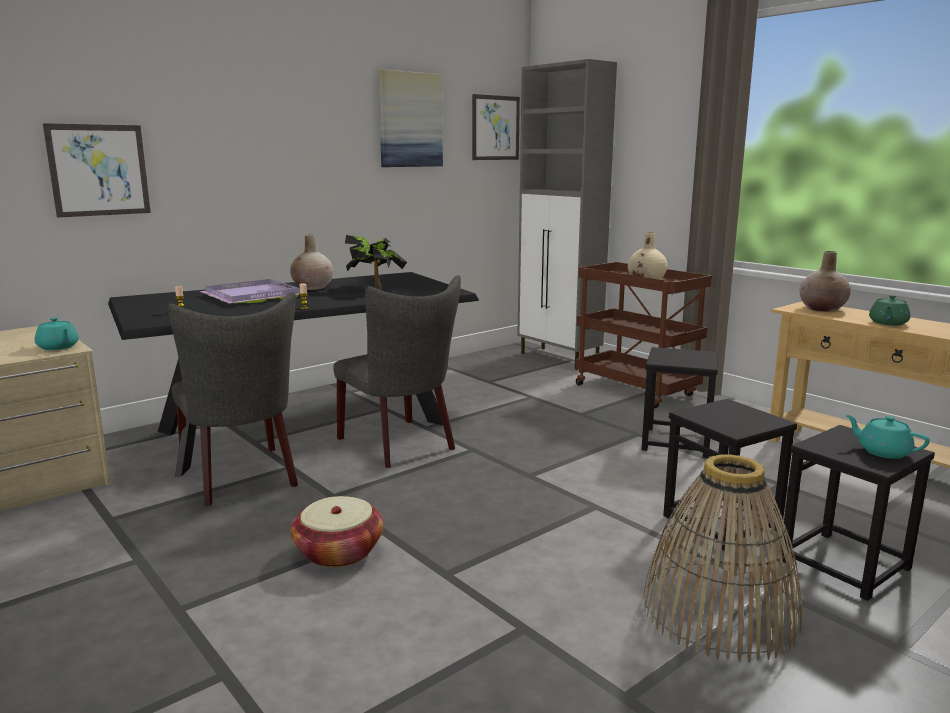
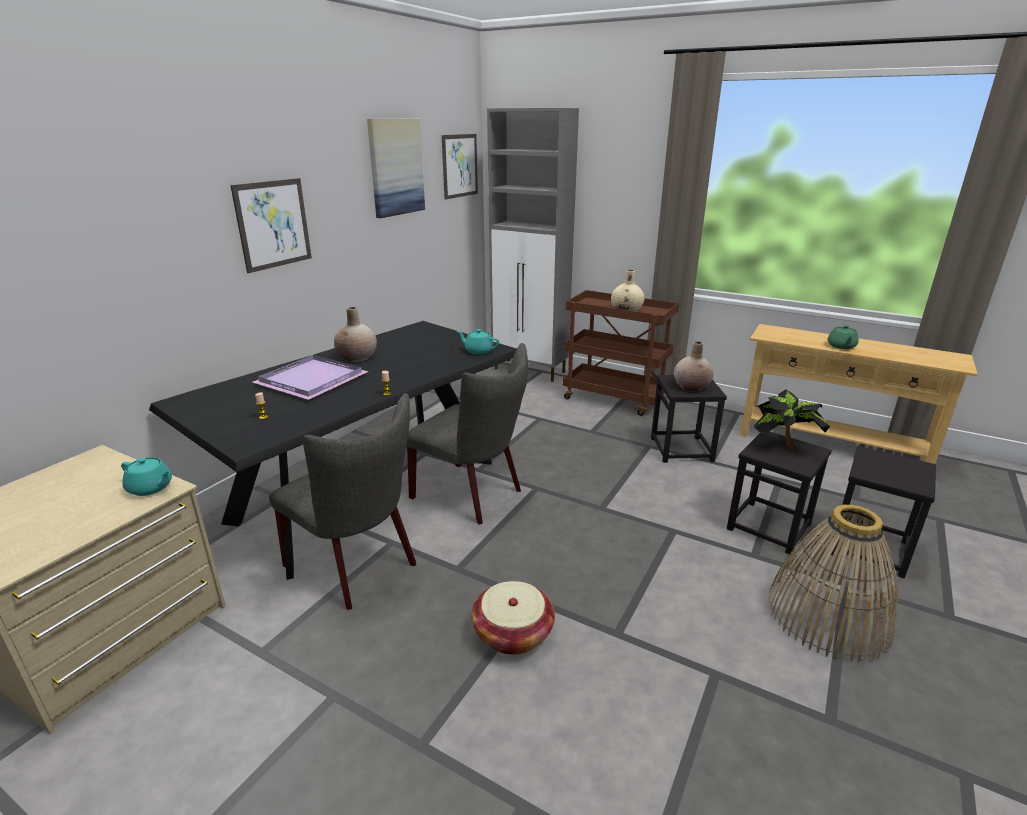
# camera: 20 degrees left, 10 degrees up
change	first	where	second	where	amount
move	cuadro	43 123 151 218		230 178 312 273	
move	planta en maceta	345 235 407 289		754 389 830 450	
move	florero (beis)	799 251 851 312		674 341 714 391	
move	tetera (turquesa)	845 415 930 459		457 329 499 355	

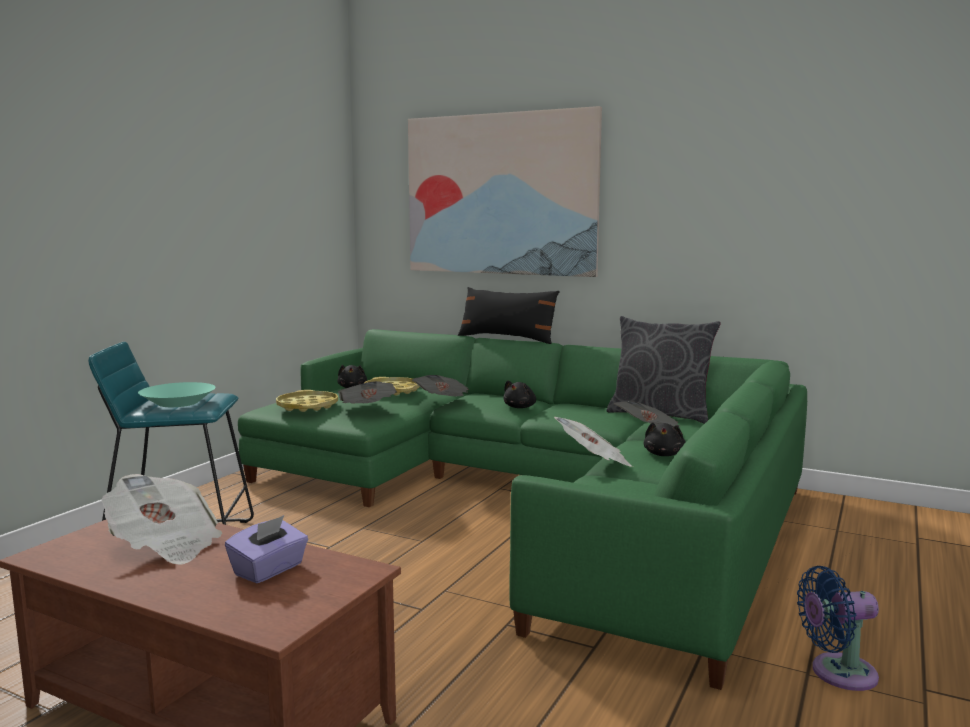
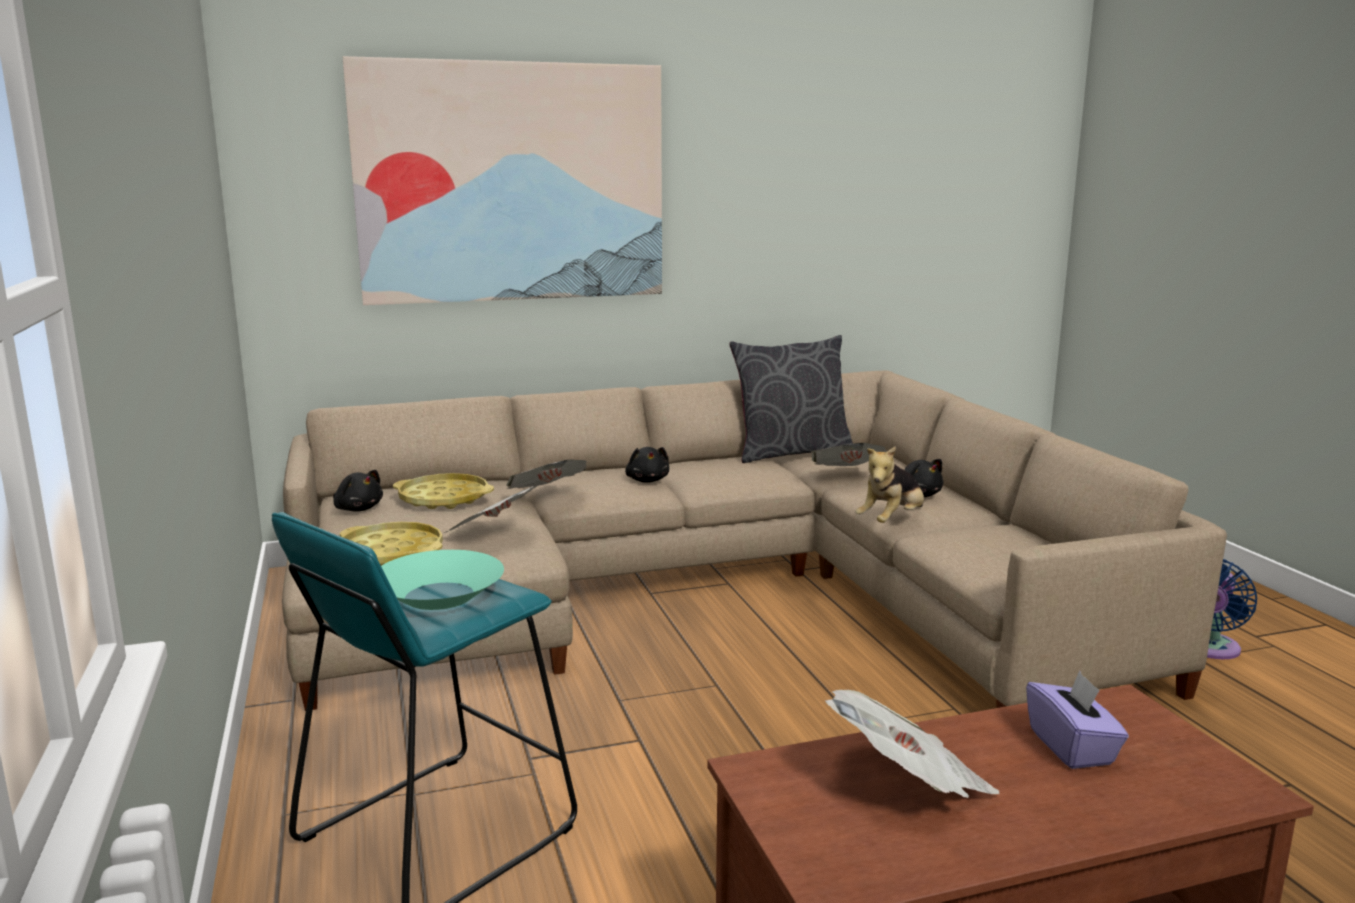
# camera: 45 degrees left, 5 degrees up
change	first	where	second	where	amount
delete	cojín (negro)	458 287 560 344			
replace	periódico	554 417 633 467	peluche	855 446 924 523	
recolor	sofá (verde)	238 329 807 690	sofá (beis)	282 370 1227 711	

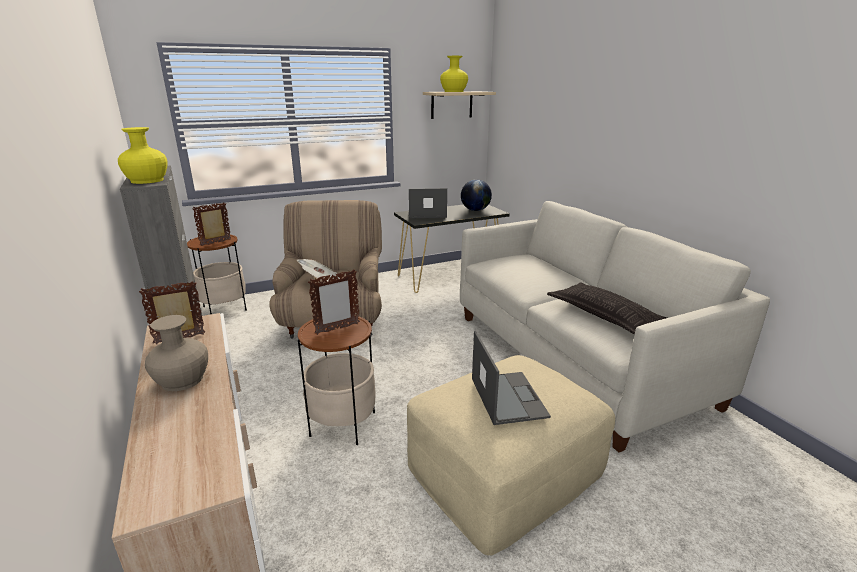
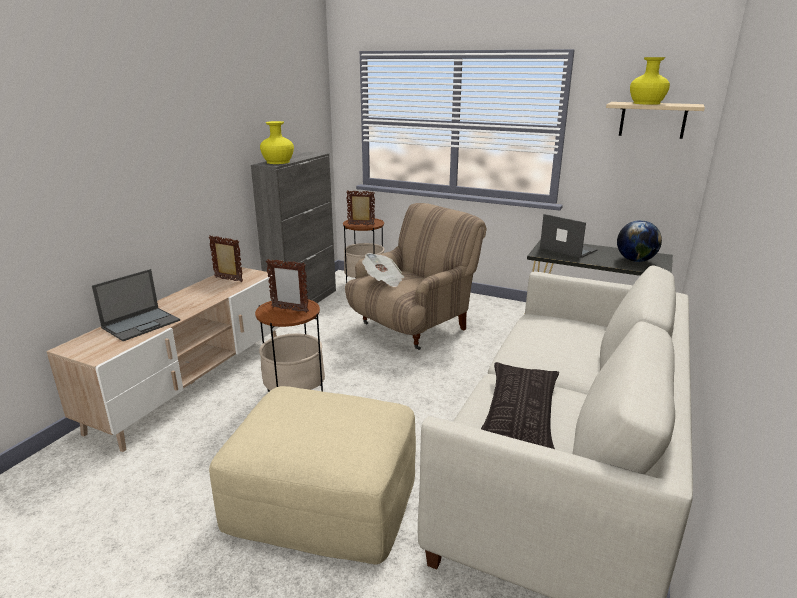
# camera: 50 degrees right, 0 degrees up
change	first	where	second	where	amount
delete	florero (beis)	145 315 208 391			
move	portátil	472 331 551 425		92 269 180 341	

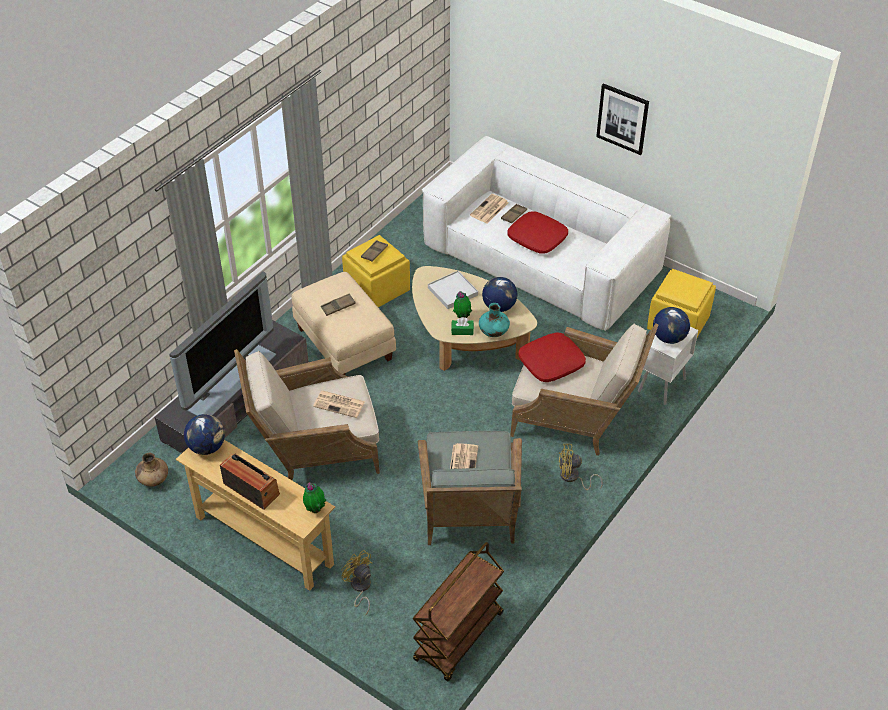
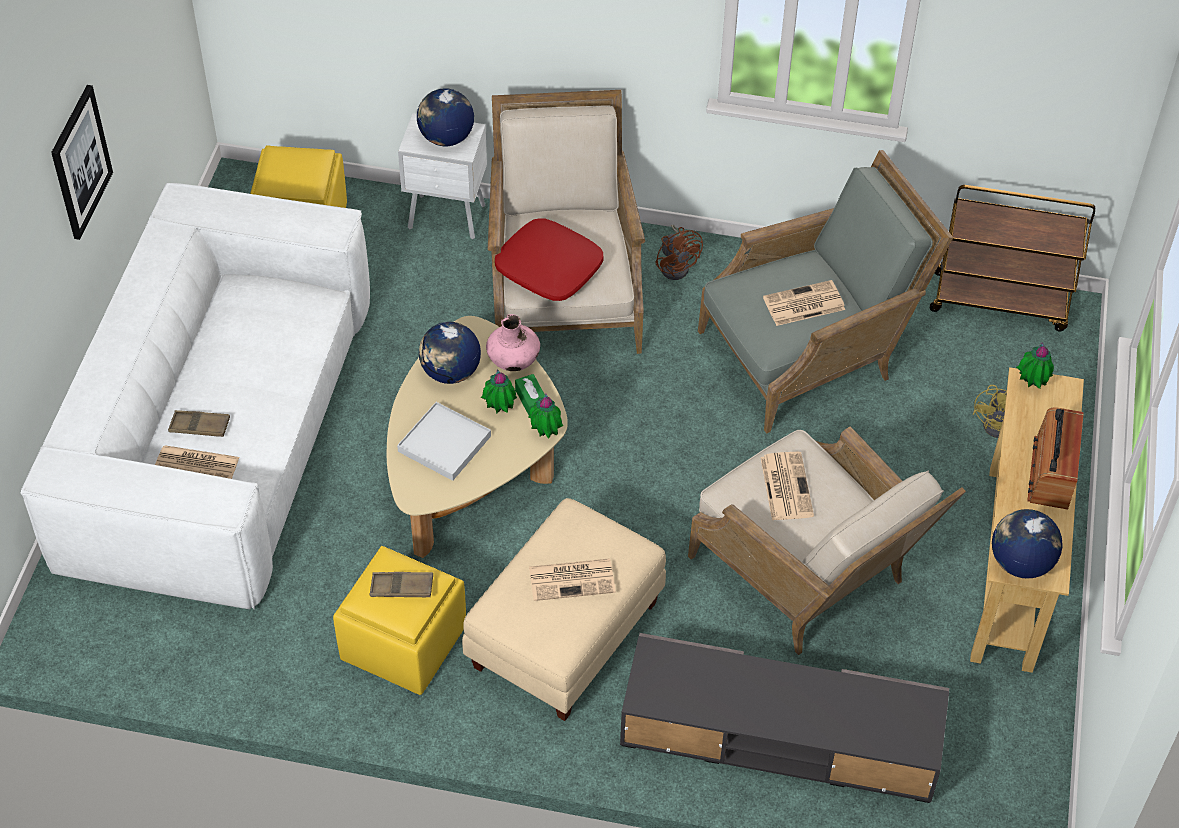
# camera: 115 degrees left, 5 degrees up
change	first	where	second	where	amount
delete	florero (marrón)	135 453 168 487			
delete	televisor	169 271 276 416			
delete	cojín (rojo)	508 211 568 254			
insert			planta en maceta	528 393 563 438	
replace	bandeja (marrón)	321 293 356 316	periódico	529 558 616 601	
recolor	florero (turquesa)	479 303 510 337	florero (rosa)	486 314 540 371	
recolor	ventilador (amarillo)	559 444 603 490	ventilador (marrón)	656 224 703 280	

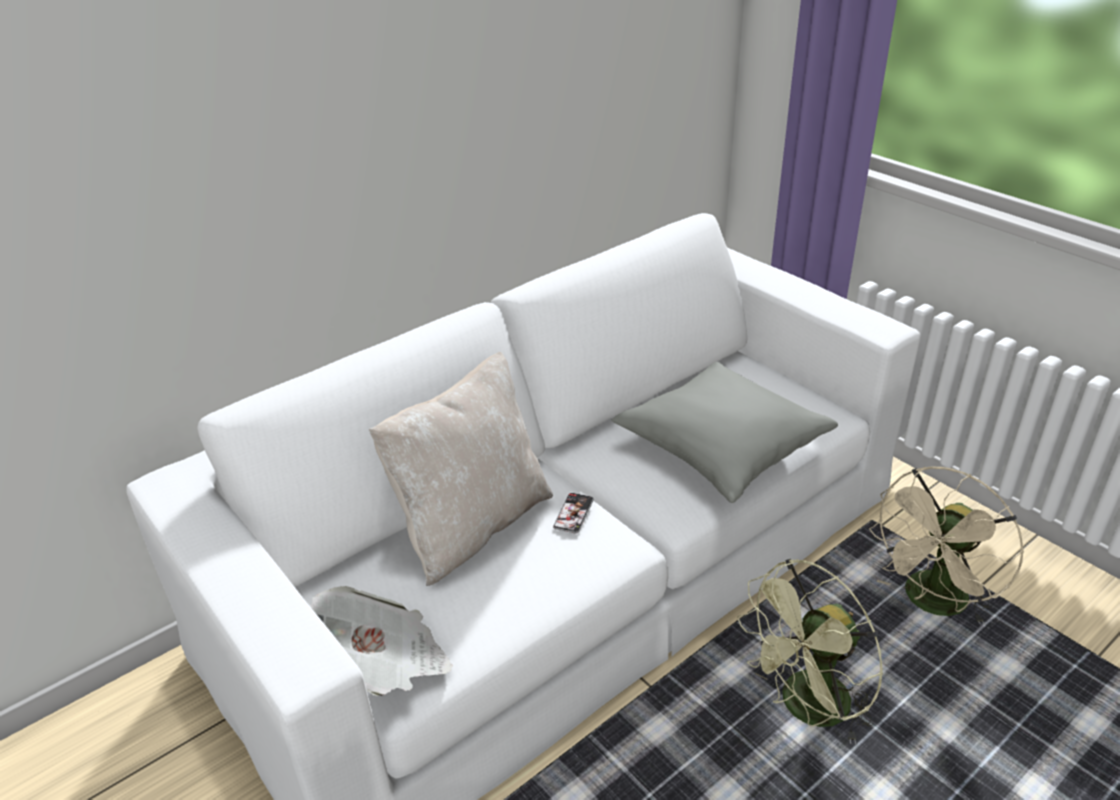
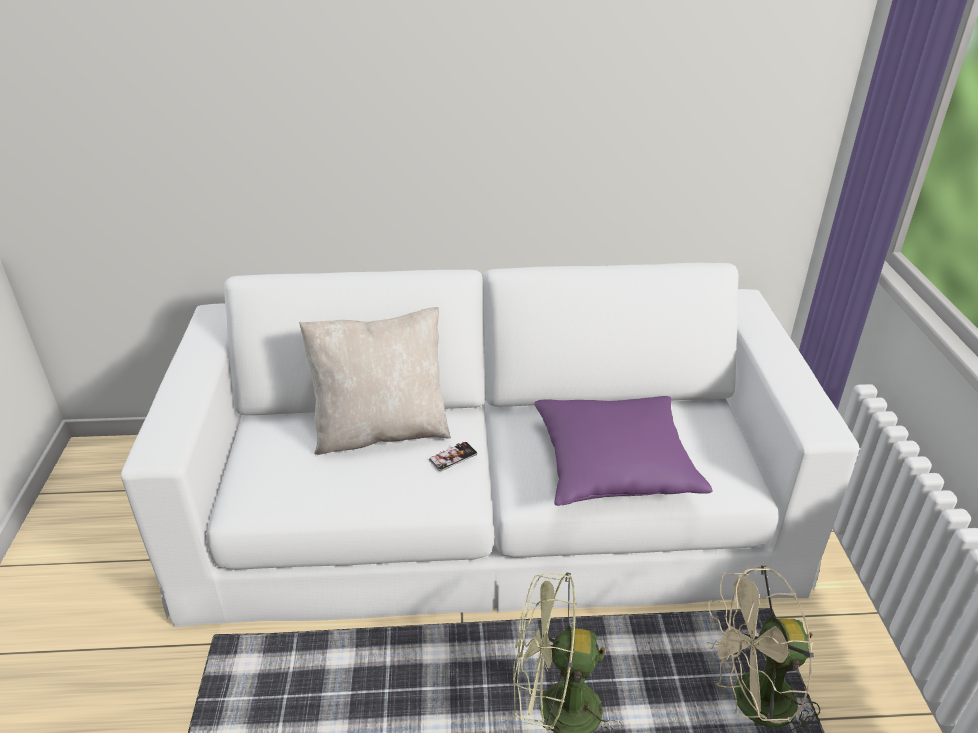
# camera: 35 degrees right, 0 degrees up
change	first	where	second	where	amount
delete	periódico	310 586 453 696			
recolor	cojín (gris)	612 362 838 503	cojín (morado)	534 396 713 506	

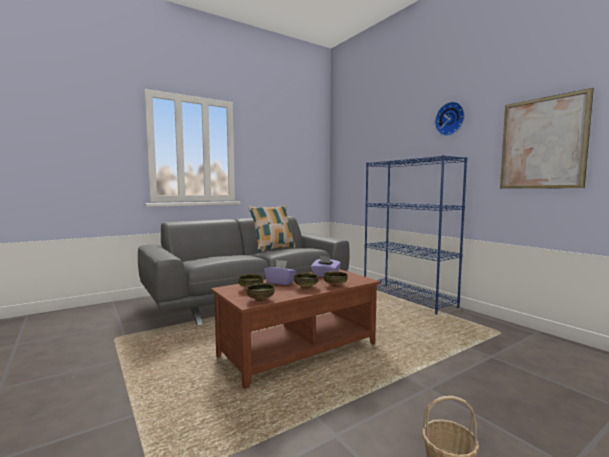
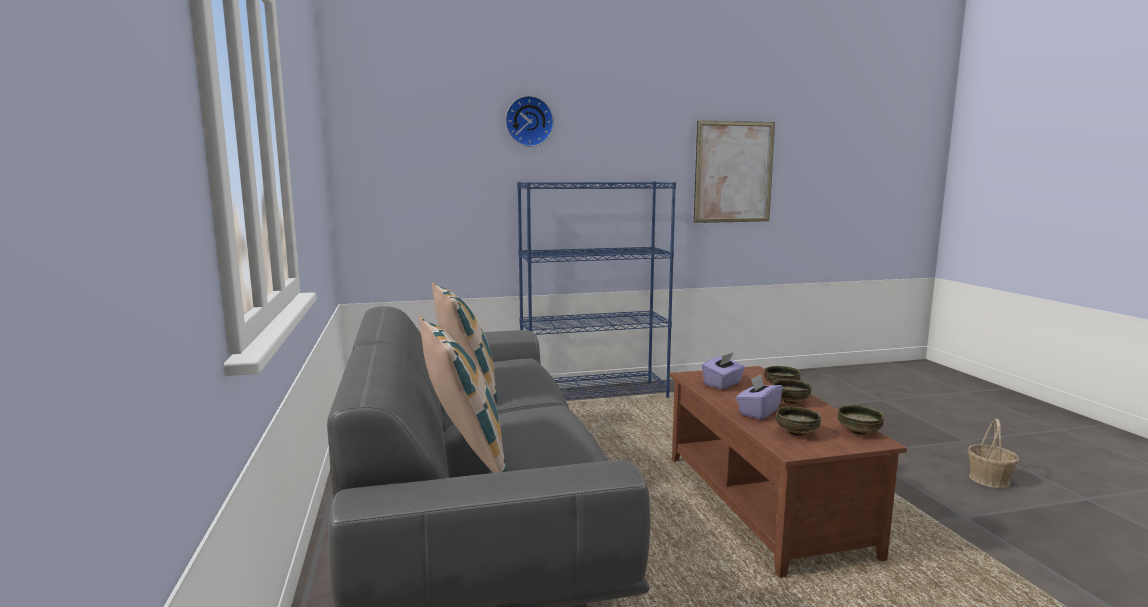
# camera: 70 degrees left, 5 degrees up
change	first	where	second	where	amount
insert			cojín	419 317 506 473	
move	reloj de pared	435 102 465 136		505 96 554 147	

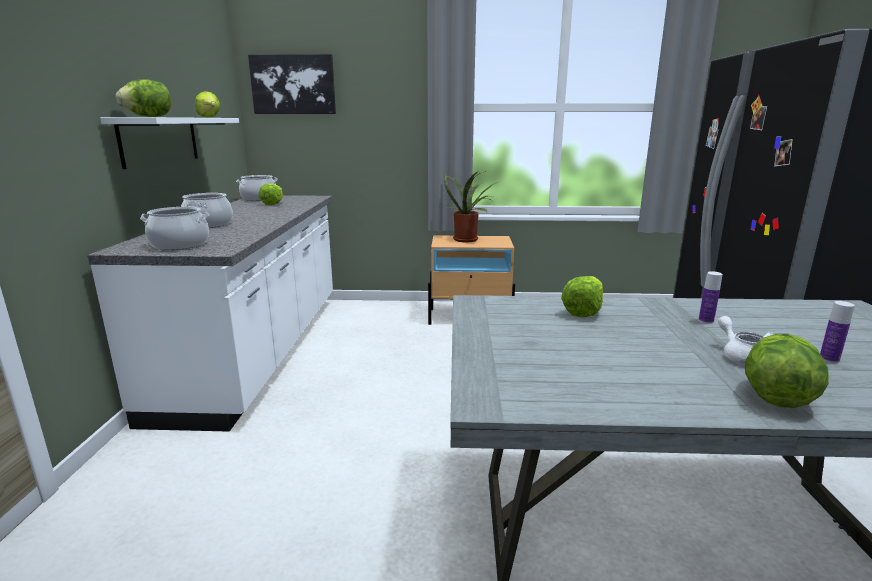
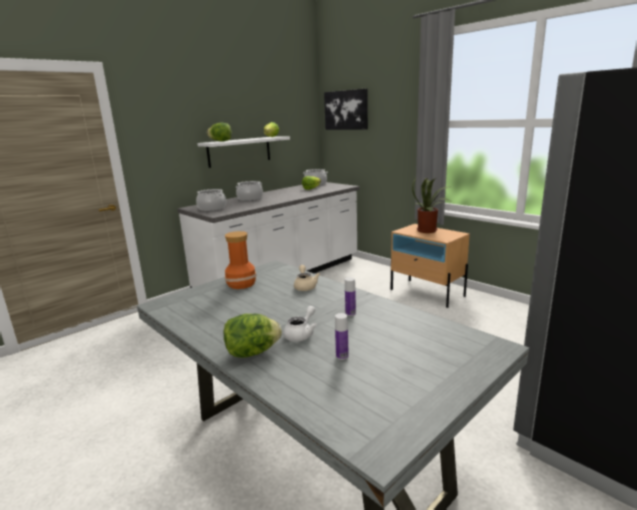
# camera: 45 degrees right, 0 degrees up
change	first	where	second	where	amount
insert			florero	225 231 257 289	
replace	lechuga	561 276 603 317	tetera (beis)	294 265 320 291	

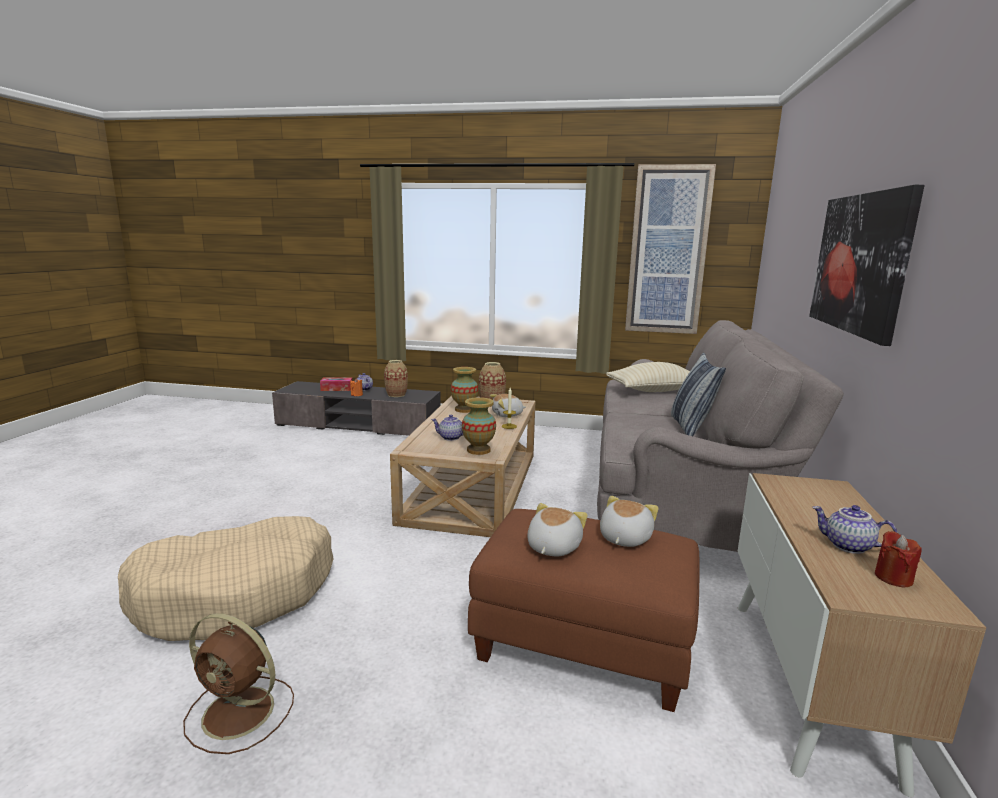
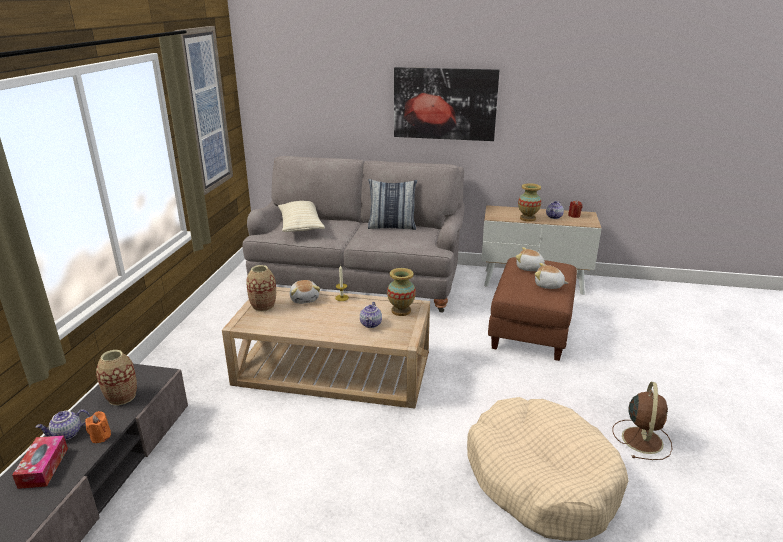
# camera: 90 degrees left, 10 degrees up
change	first	where	second	where	amount
move	florero	451 367 479 413		518 183 541 222	

